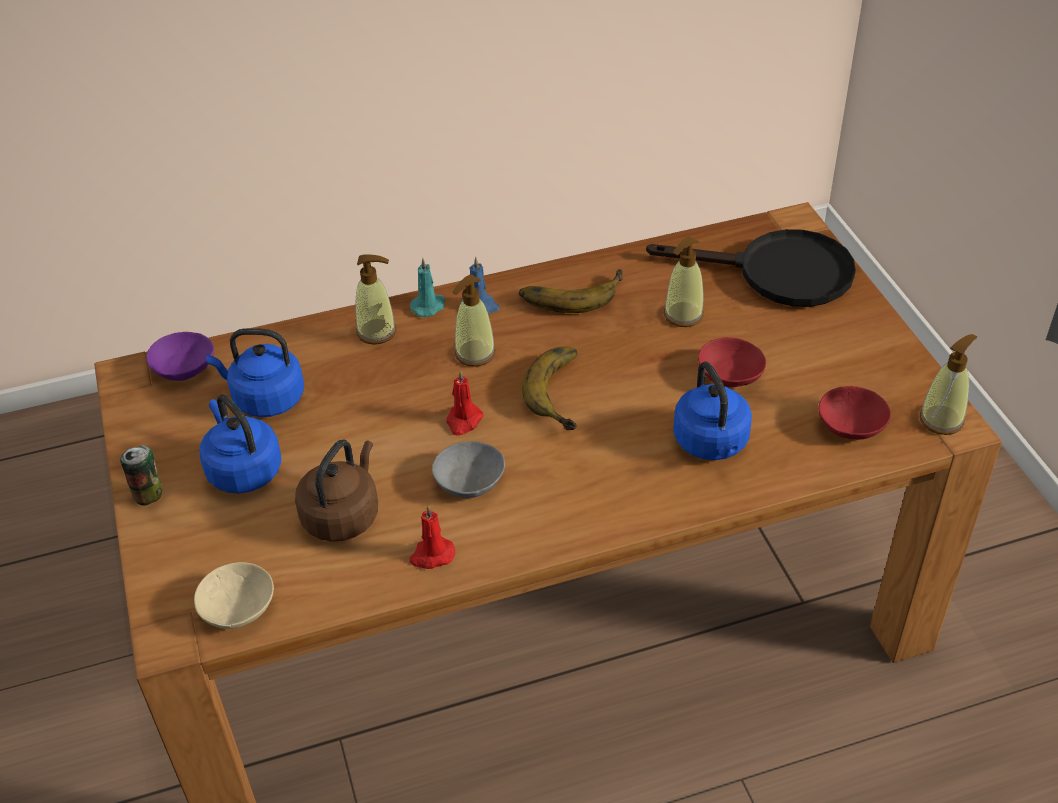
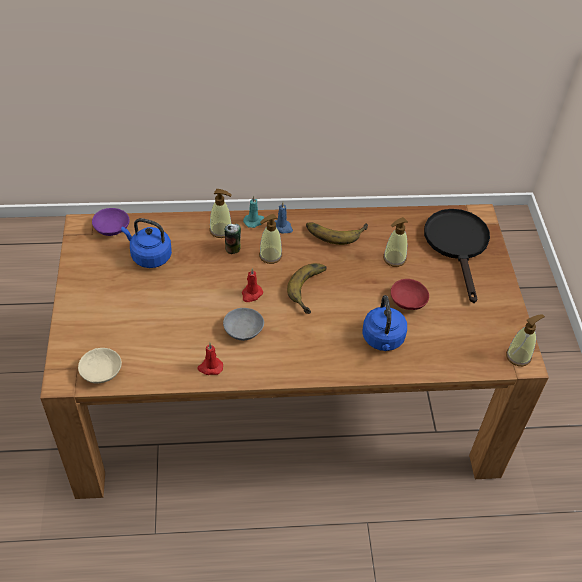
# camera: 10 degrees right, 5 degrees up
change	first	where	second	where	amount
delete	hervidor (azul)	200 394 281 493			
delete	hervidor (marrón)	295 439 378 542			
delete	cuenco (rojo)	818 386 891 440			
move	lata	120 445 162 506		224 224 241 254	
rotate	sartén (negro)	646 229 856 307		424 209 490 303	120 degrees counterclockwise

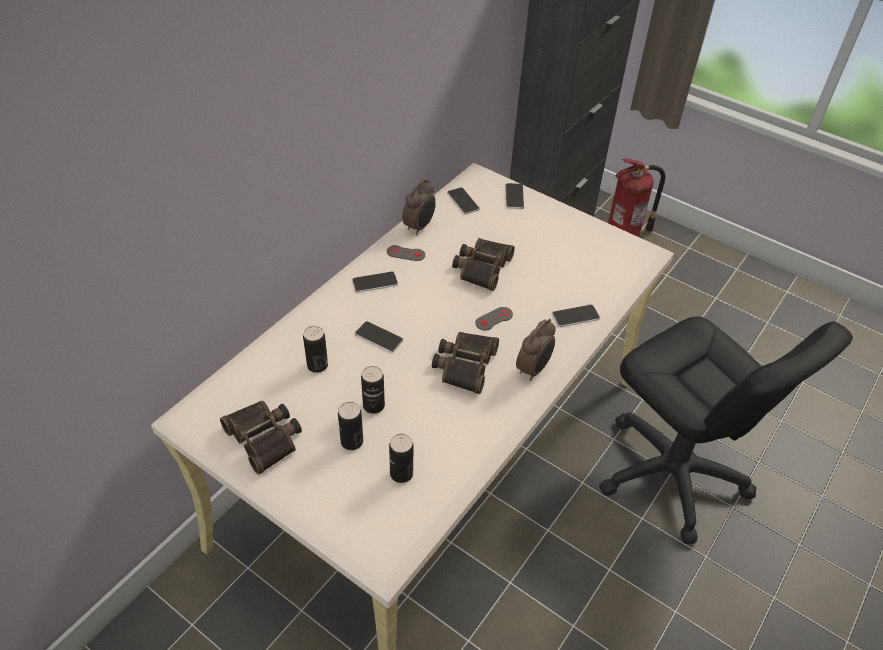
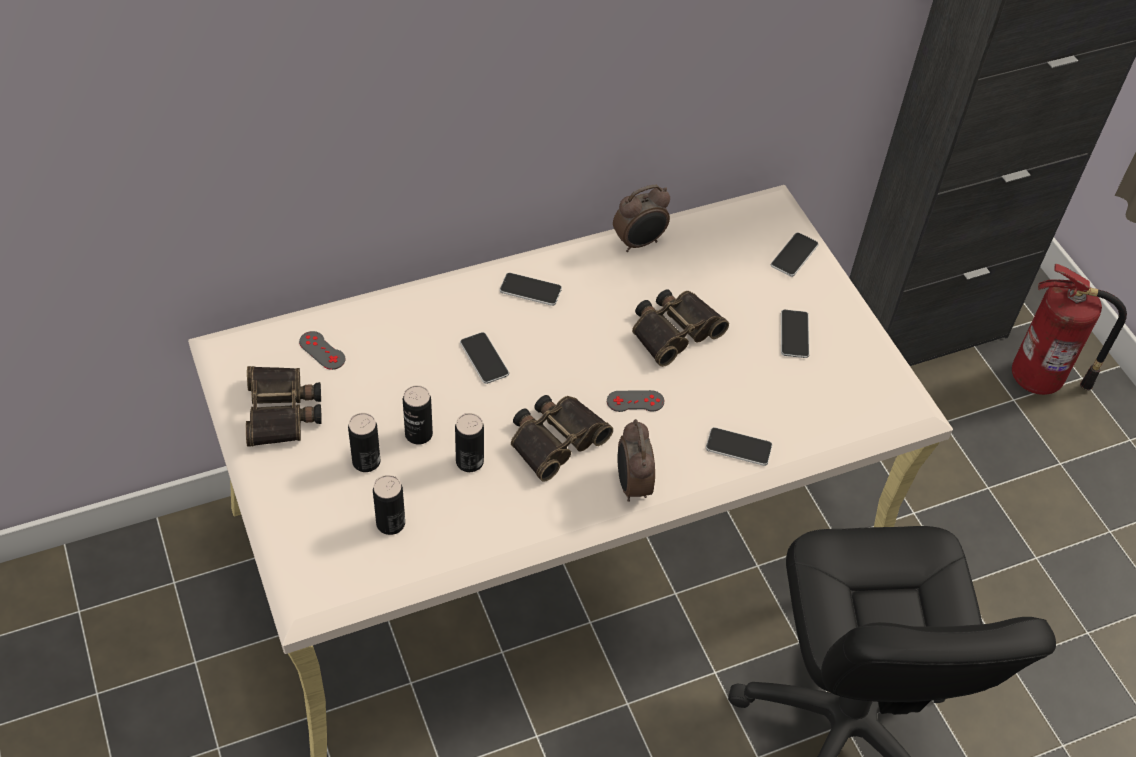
# camera: 30 degrees right, 5 degrees up
change	first	where	second	where	amount
move	lata	303 326 328 373		455 413 484 472	
move	mando de consola (gris)	387 245 425 261		299 331 345 370	
move	móvil	447 187 480 214		781 310 809 358	
rotate	despertador	516 319 556 381		618 419 655 502	105 degrees clockwise

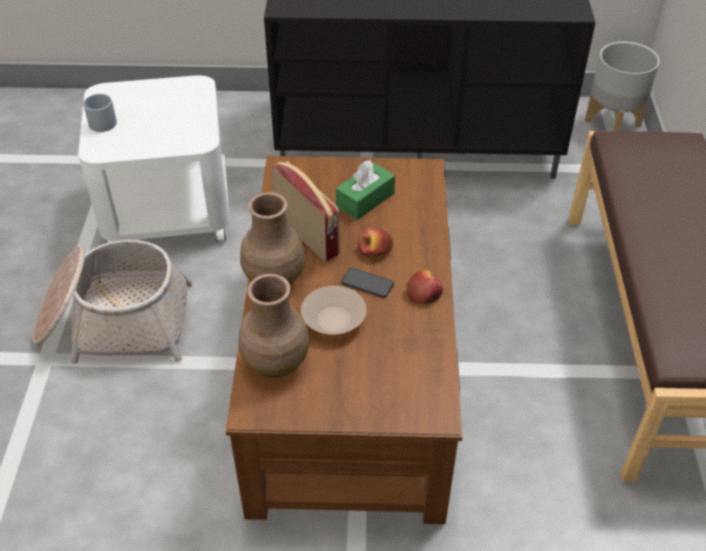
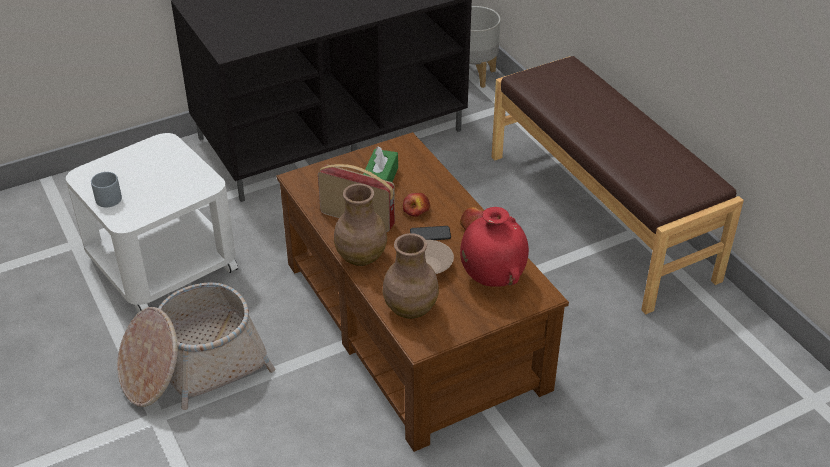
# camera: 30 degrees left, 5 degrees down
change	first	where	second	where	amount
insert			florero (rojo)	460 207 529 287	

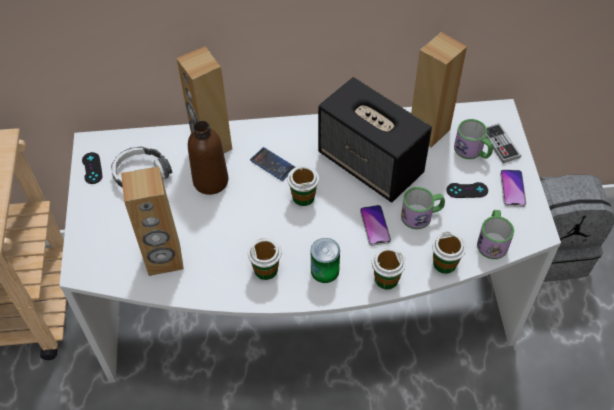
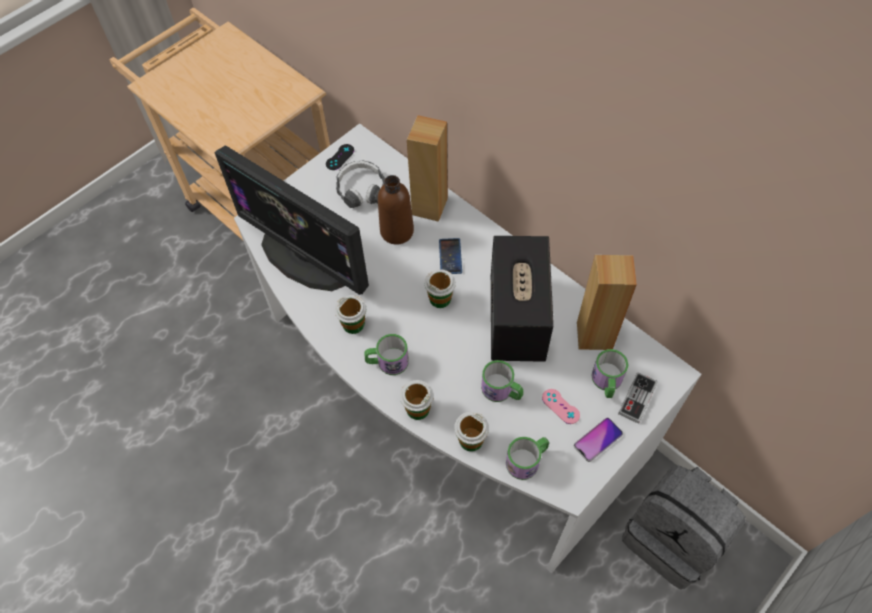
# camera: 50 degrees right, 5 degrees up
change	first	where	second	where	amount
delete	móvil	360 205 391 246			
replace	altavoz (marrón)	121 166 184 276	monitor	215 145 369 295	
replace	lata	311 238 340 283	taza grande	364 334 409 375	
recolor	mando de consola (negro)	447 182 488 198	mando de consola (rosa)	542 389 580 424	

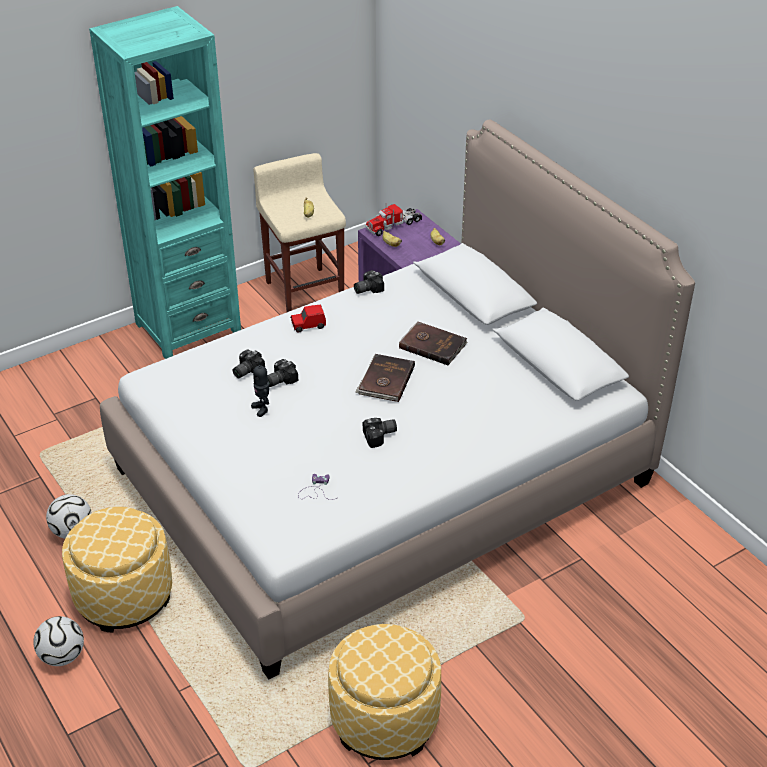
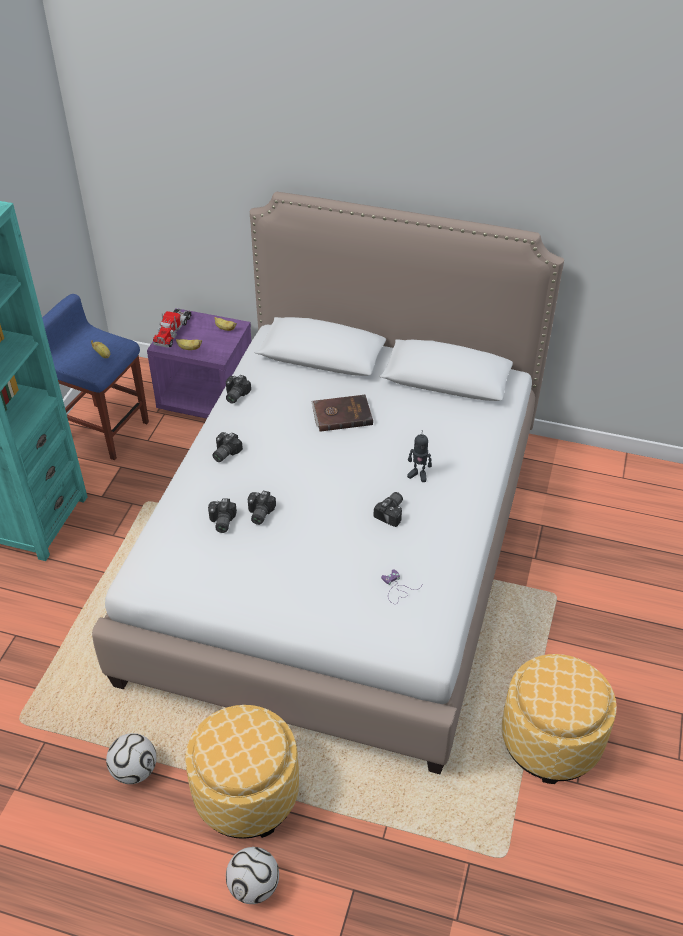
# camera: 40 degrees left, 5 degrees up
change	first	where	second	where	amount
delete	libro (marrón)	355 354 415 402			
move	robot de juguete	251 361 269 417		407 430 432 482	
replace	coche de juguete (rojo)	290 305 326 333	cámara	212 432 243 462	
recolor	taburete (beis)	253 153 346 312	taburete (azul)	42 294 149 460	

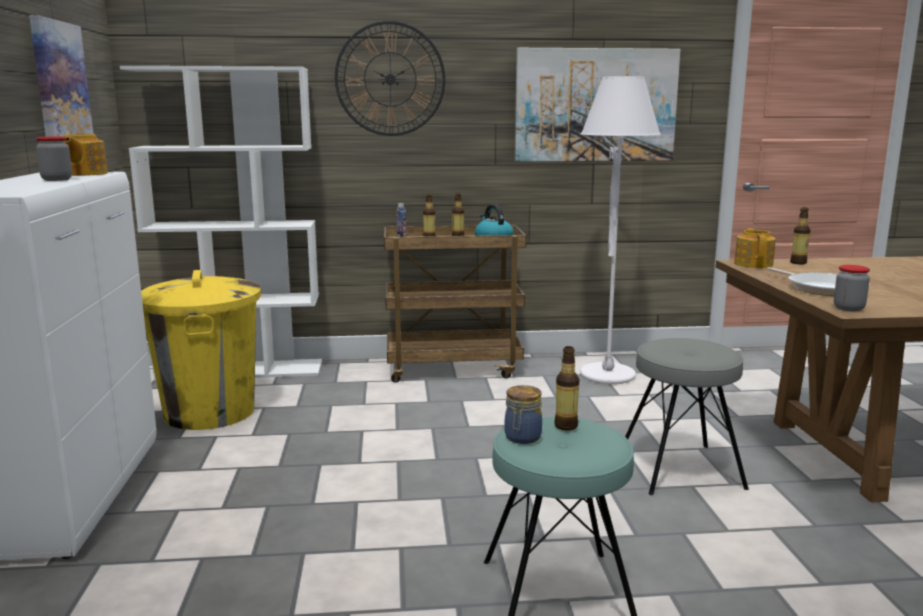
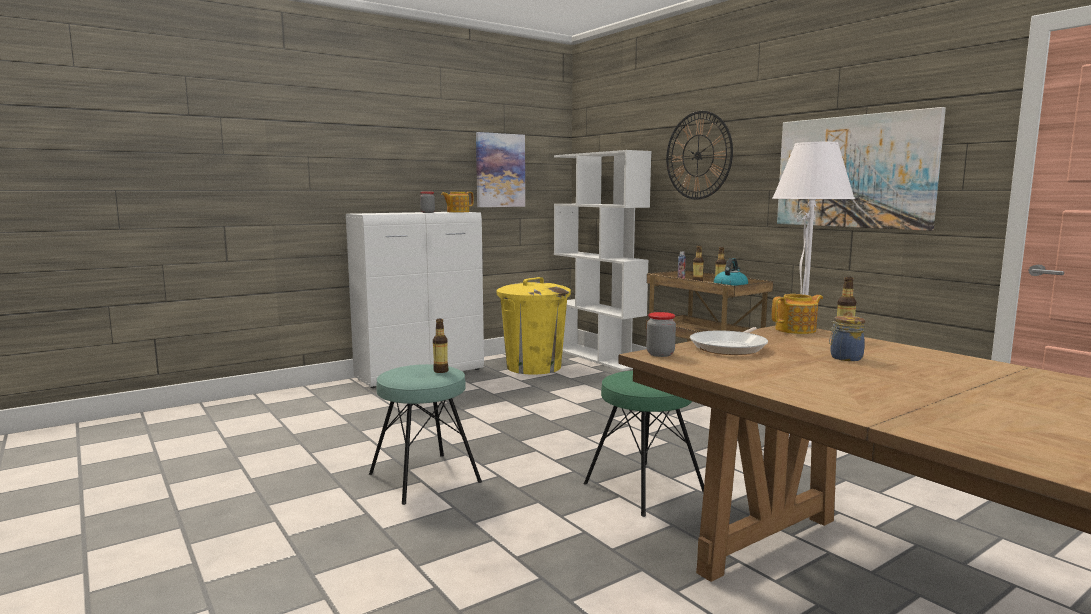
# camera: 60 degrees right, 5 degrees down
change	first	where	second	where	amount
move	tarro	505 385 542 444		829 315 865 361	
recolor	taburete (gris)	625 338 749 495	taburete (verde)	583 371 704 517	

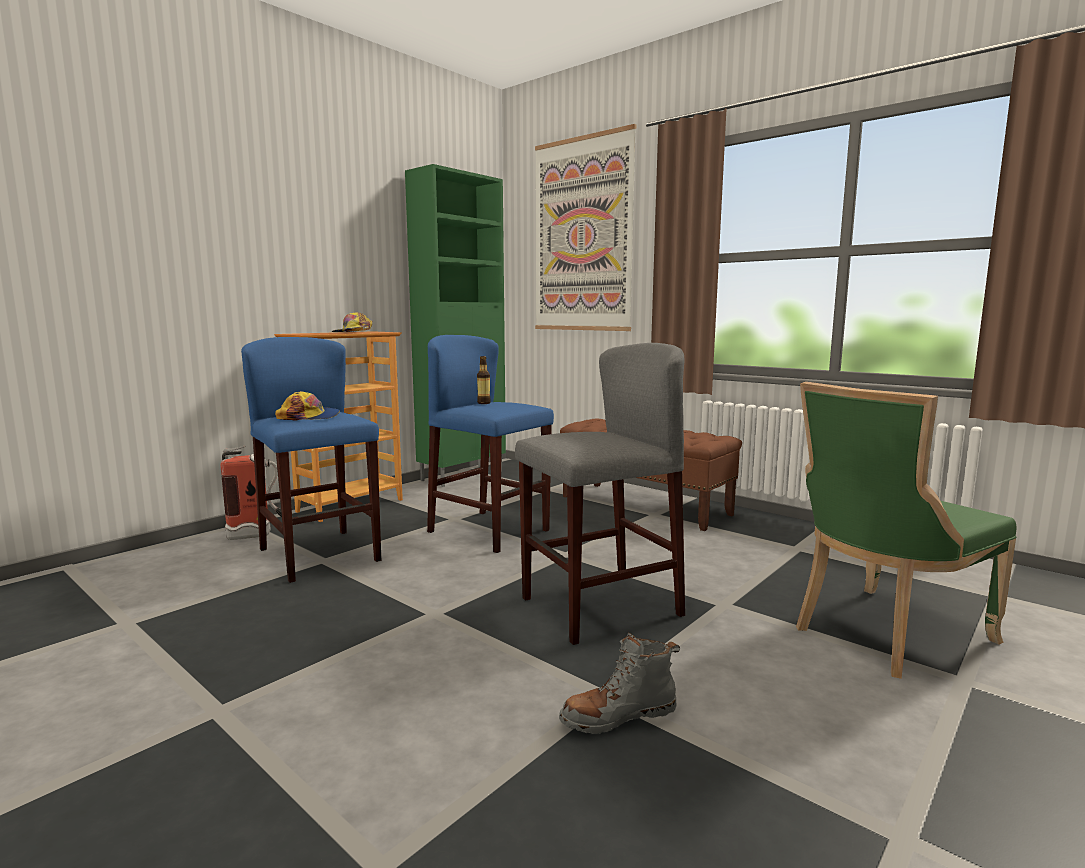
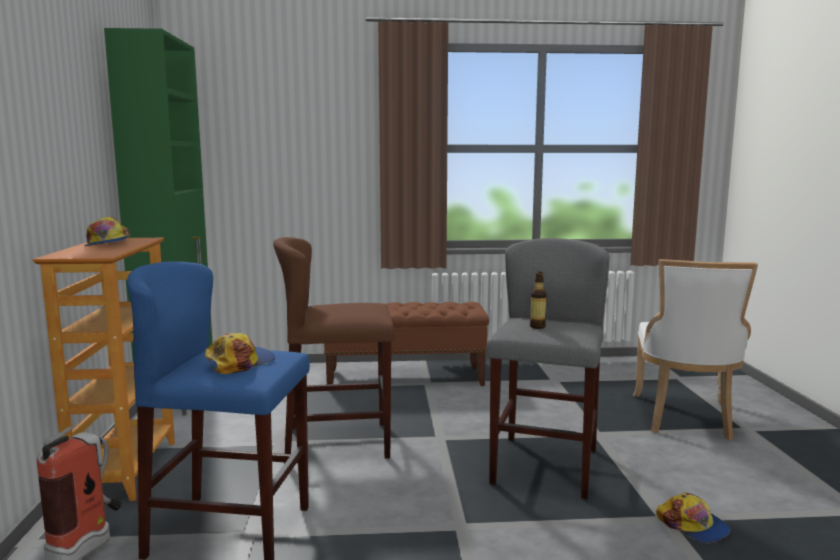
# camera: 45 degrees left, 0 degrees up
change	first	where	second	where	amount
delete	cuadro	535 124 636 331			
move	botella	477 356 491 404		530 272 547 329	
replace	bota (gris)	559 632 680 734	gorra	656 492 730 543	
recolor	taburete (azul)	427 335 554 553	taburete (marrón)	273 237 395 464	
recolor	silla (verde)	796 382 1016 679	silla (blanco)	633 259 758 440	

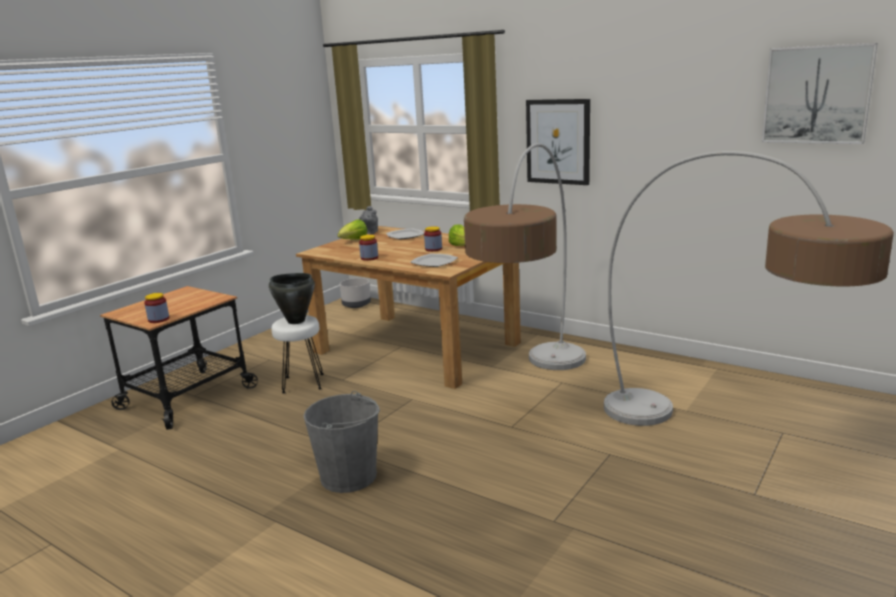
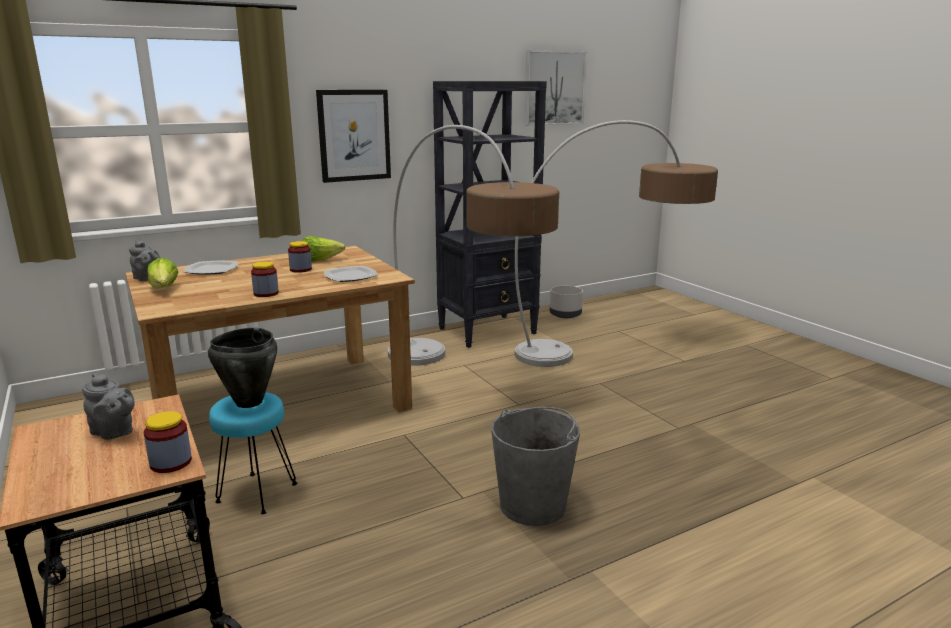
# camera: 65 degrees left, 0 degrees up
change	first	where	second	where	amount
insert			tetera (gris)	82 373 135 440	
insert			estantería (negro)	433 81 547 348	
move	maceta (gris)	340 278 371 308		550 286 583 318	
recolor	taburete (blanco)	271 315 324 393	taburete (turquesa)	209 392 297 514	

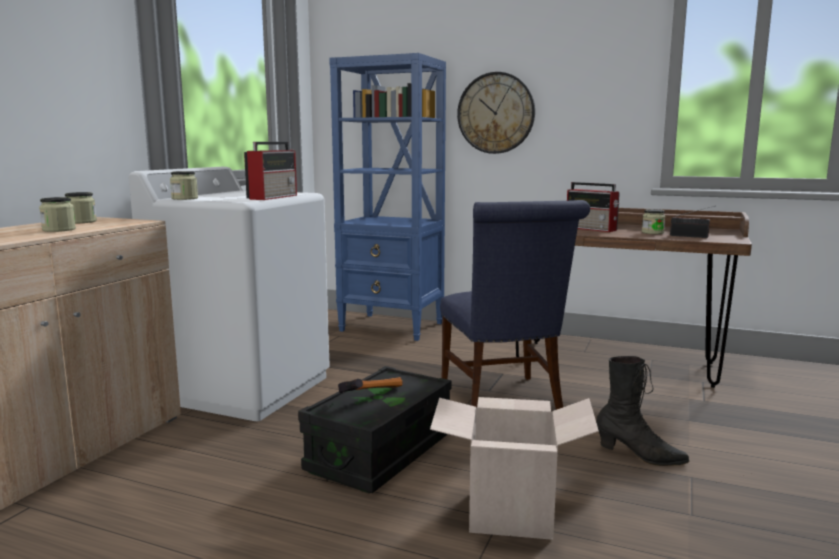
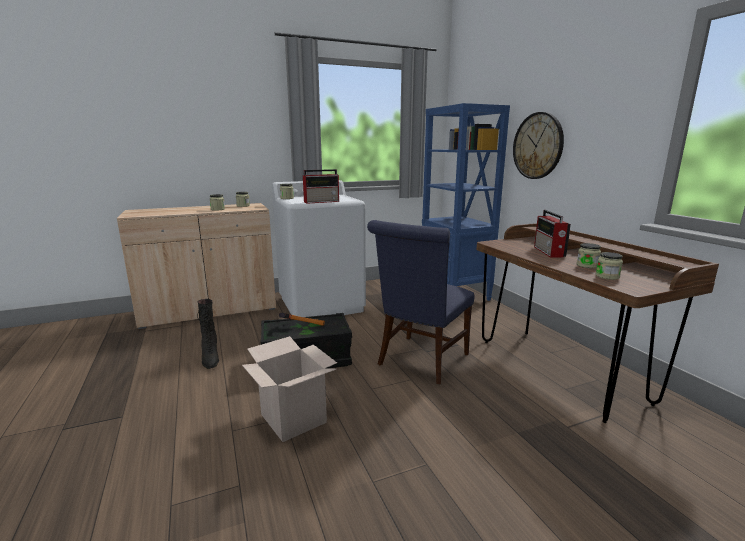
# camera: 45 degrees right, 5 degrees up
change	first	where	second	where	amount
move	bota (negro)	596 356 689 466		197 299 219 369	
replace	radio	670 206 714 238	tarro	595 252 623 280	

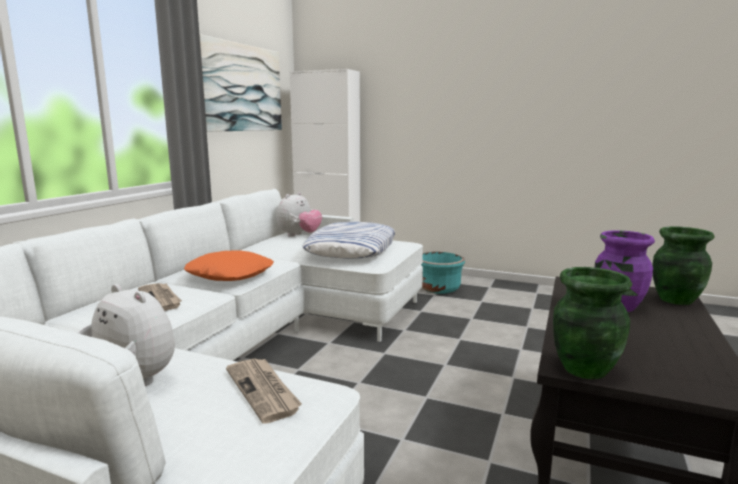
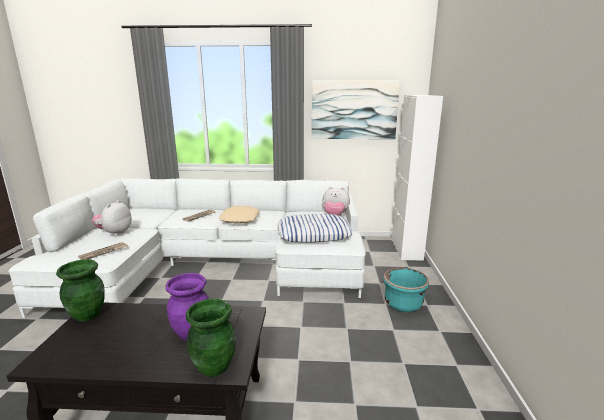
# camera: 70 degrees right, 5 degrees up
change	first	where	second	where	amount
recolor	cojín (naranja)	184 250 274 281	cojín (beis)	219 206 260 224	

